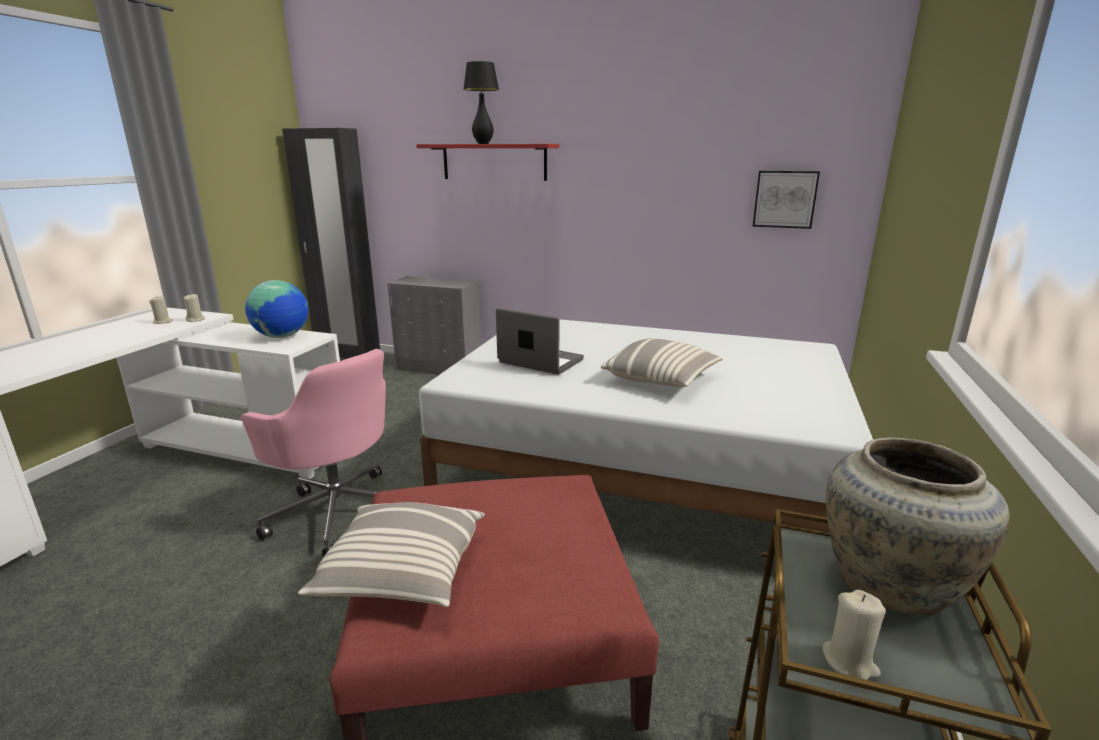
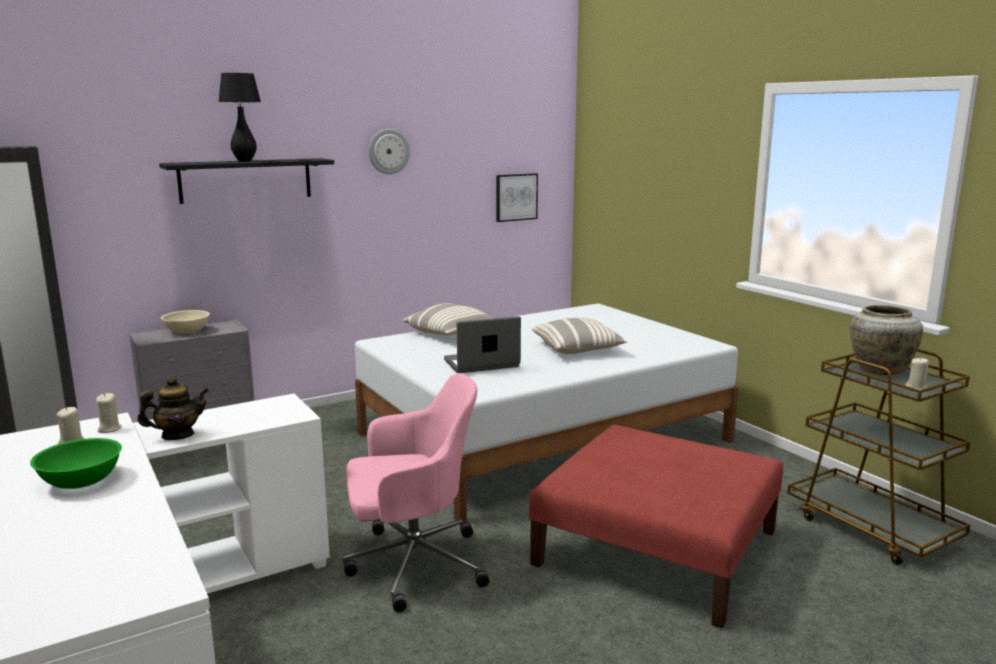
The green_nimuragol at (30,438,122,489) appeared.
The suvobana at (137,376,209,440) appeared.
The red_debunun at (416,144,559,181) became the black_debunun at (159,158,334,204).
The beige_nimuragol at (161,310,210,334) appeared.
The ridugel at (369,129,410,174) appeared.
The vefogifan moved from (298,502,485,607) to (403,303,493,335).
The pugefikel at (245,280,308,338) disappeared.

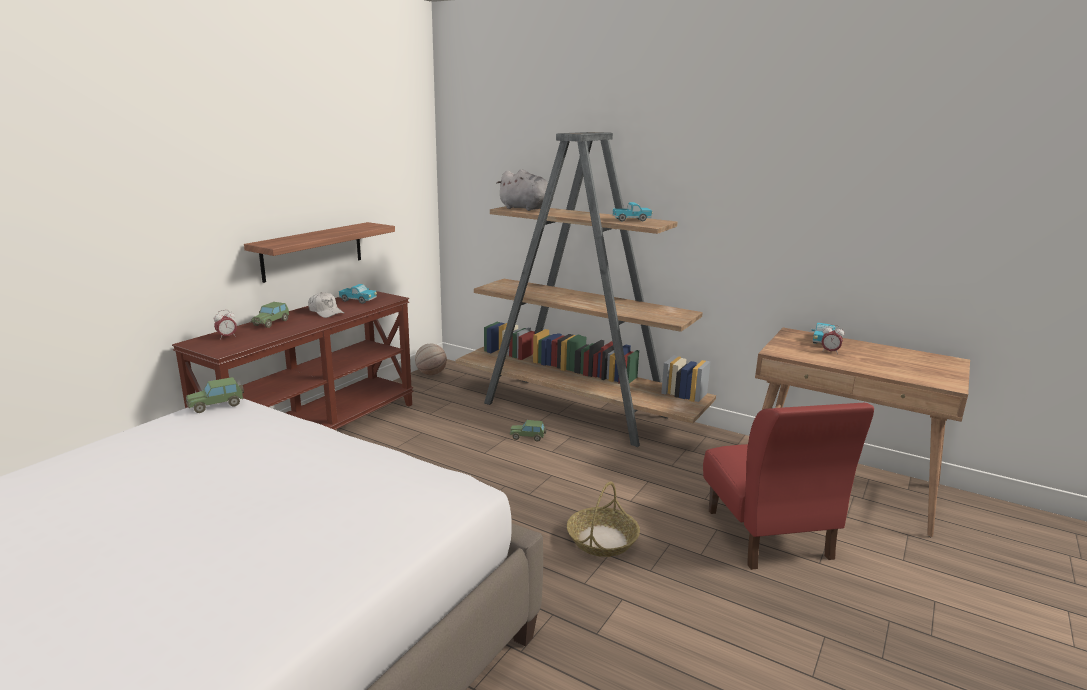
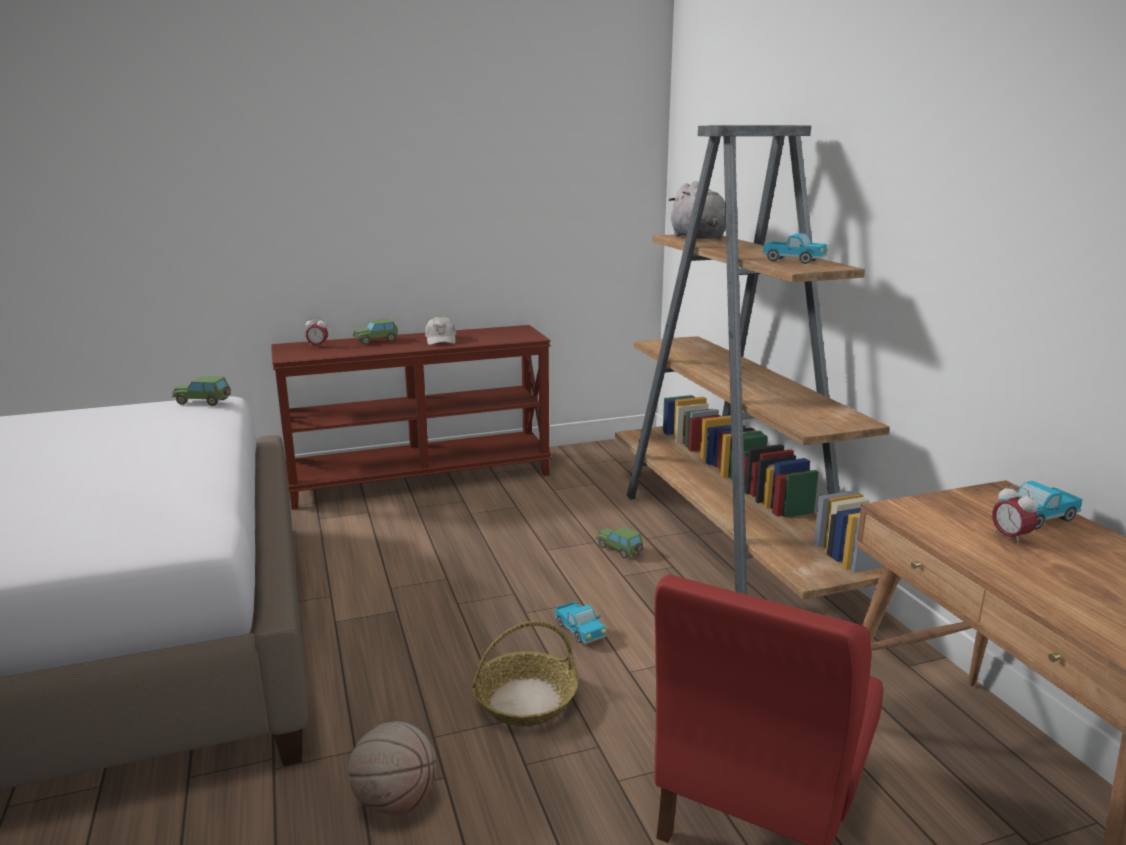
The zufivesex moved from (415,343,447,375) to (348,721,436,815).
The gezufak moved from (339,284,377,304) to (554,601,606,644).
The debunun at (244,222,395,283) disappeared.

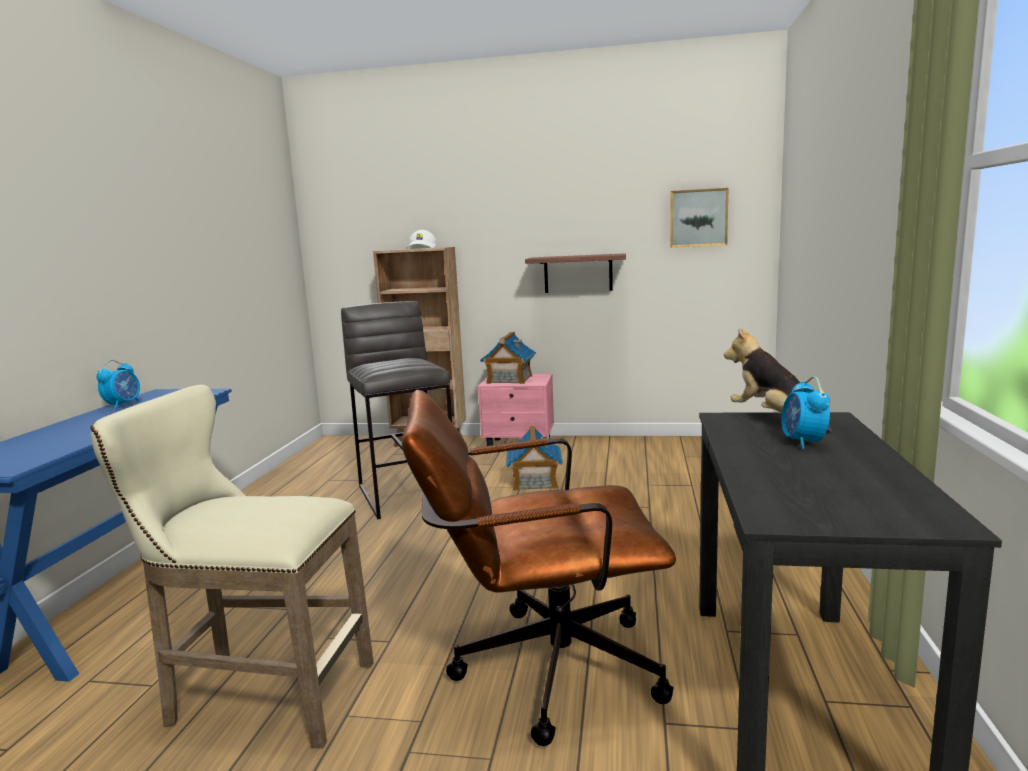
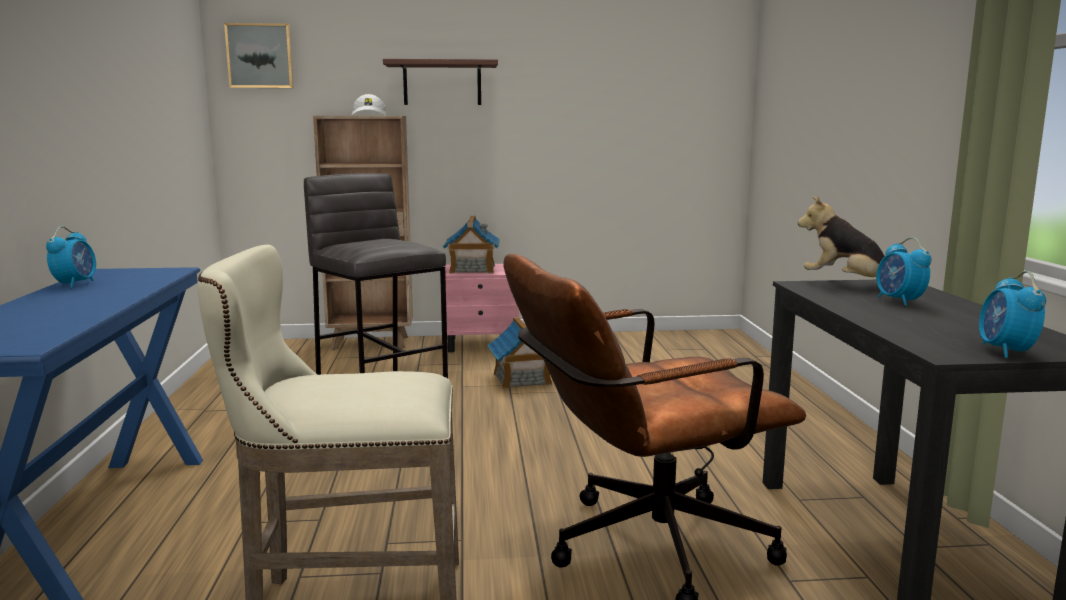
The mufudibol moved from (670,188,728,248) to (224,23,294,88).
The debunun moved from (525,253,626,293) to (383,59,498,105).
The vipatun at (979,271,1046,358) appeared.

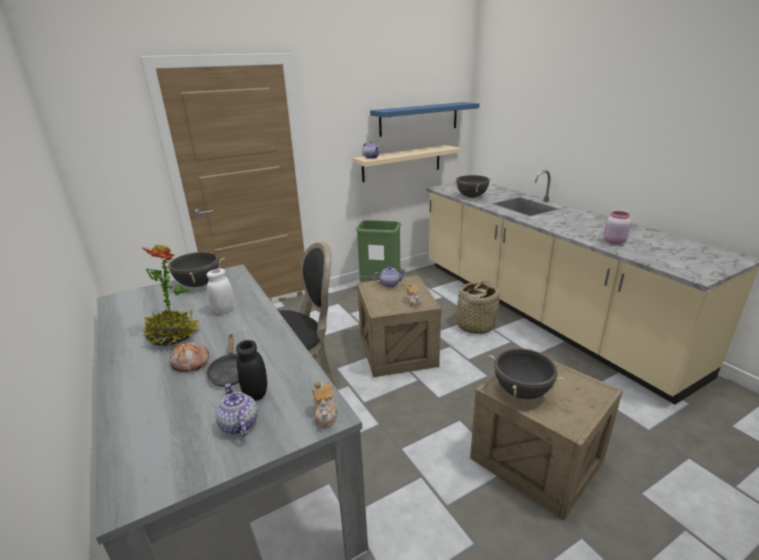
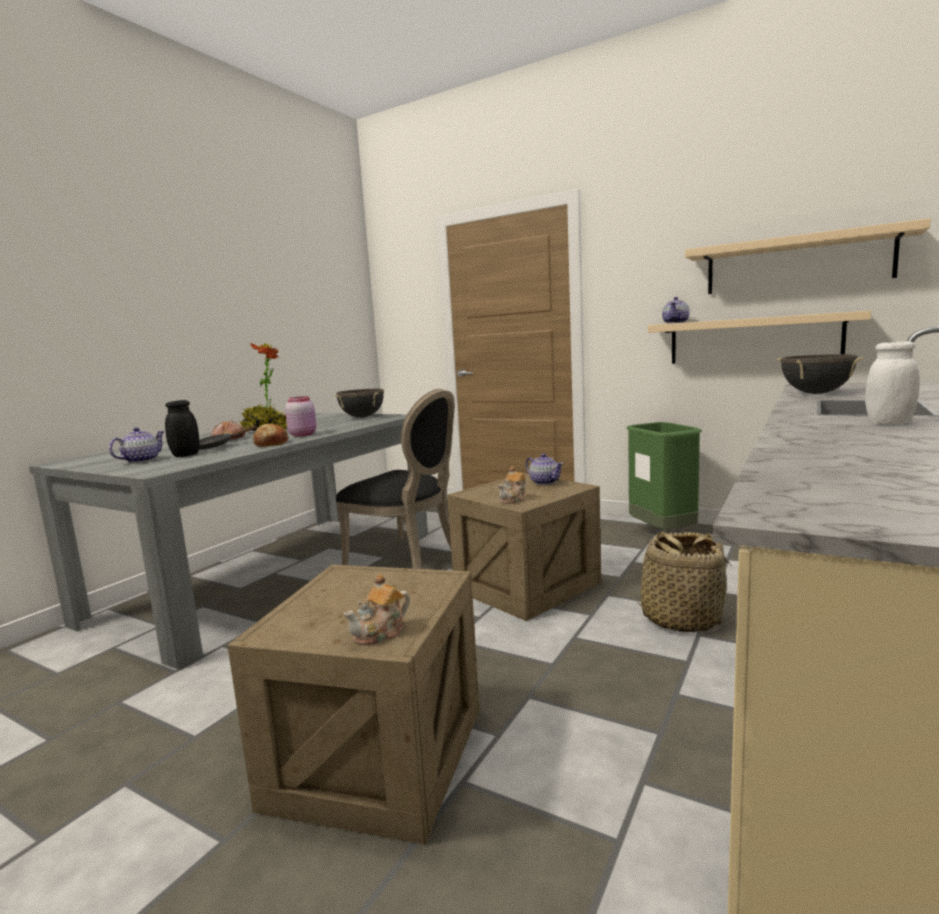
The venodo at (253,424,289,447) appeared.
The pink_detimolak moved from (603,211,631,244) to (285,396,316,437).
The suvobana moved from (312,381,338,428) to (344,574,410,645).
The blue_debunun at (370,102,479,137) became the beige_debunun at (685,218,931,294).
The white_detimolak moved from (207,268,234,314) to (865,341,920,424).
The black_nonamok at (489,348,564,399) disappeared.

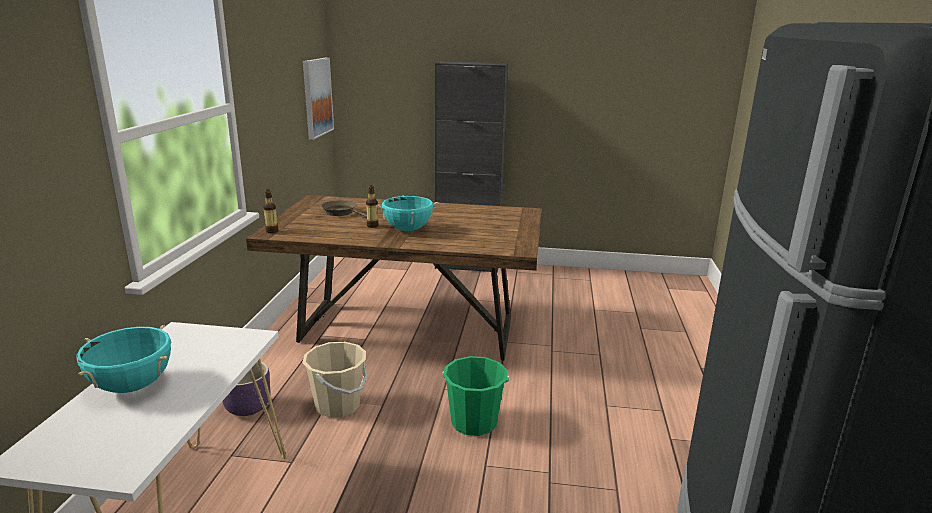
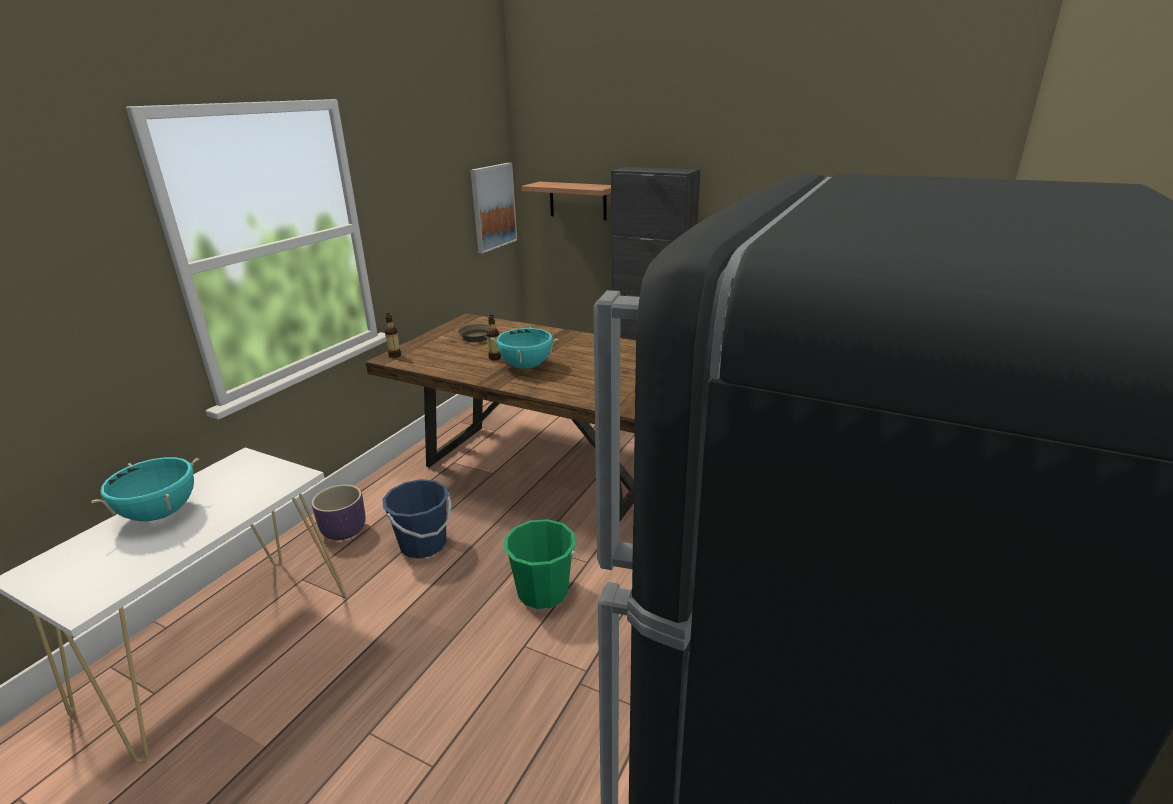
The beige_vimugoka at (302,342,367,418) became the blue_vimugoka at (382,479,451,559).
The debunun at (521,181,611,220) appeared.

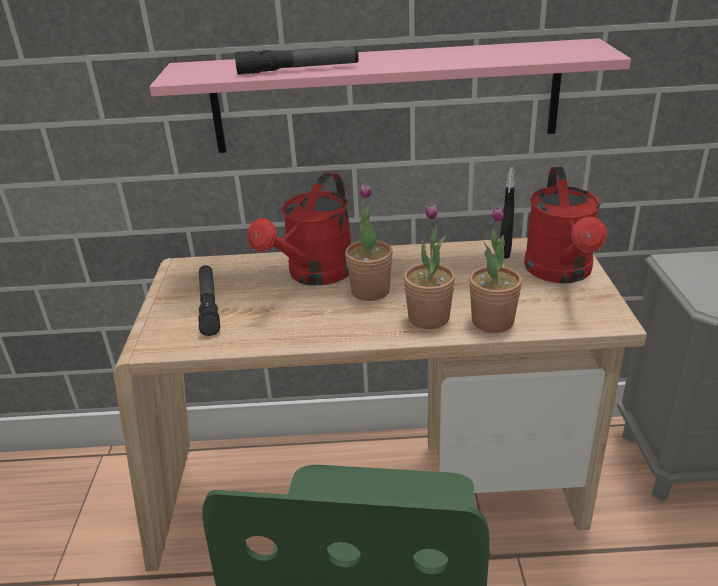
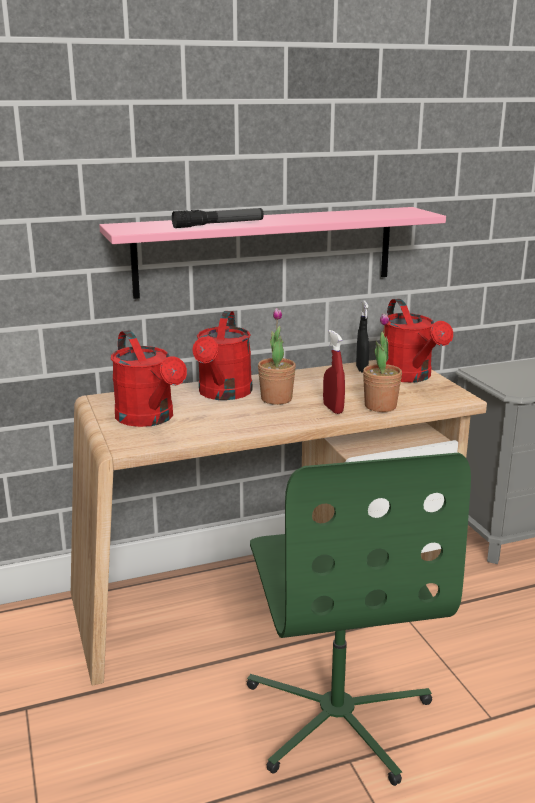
The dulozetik at (198,265,220,336) was replaced by the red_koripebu at (111,330,187,427).
The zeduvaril at (404,203,455,329) was replaced by the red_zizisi at (323,330,345,414).

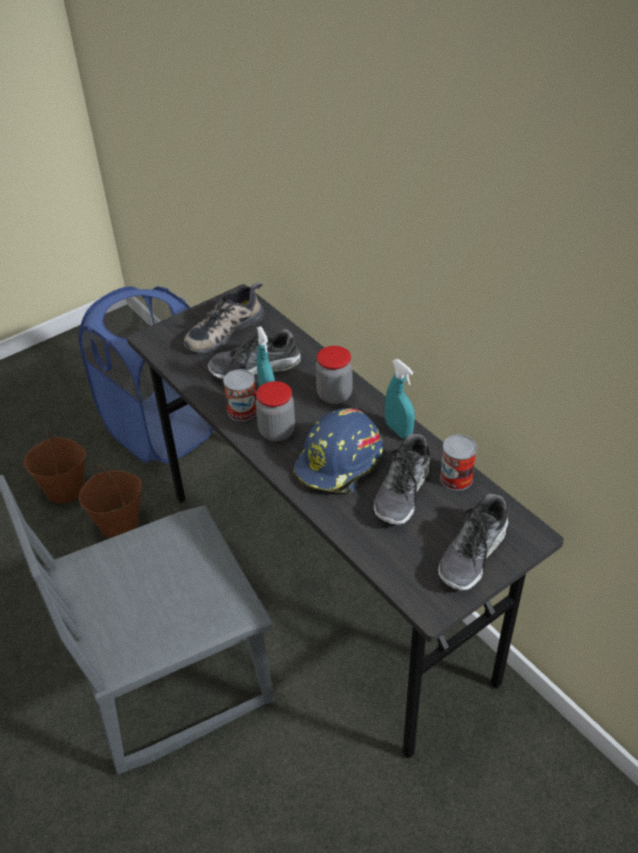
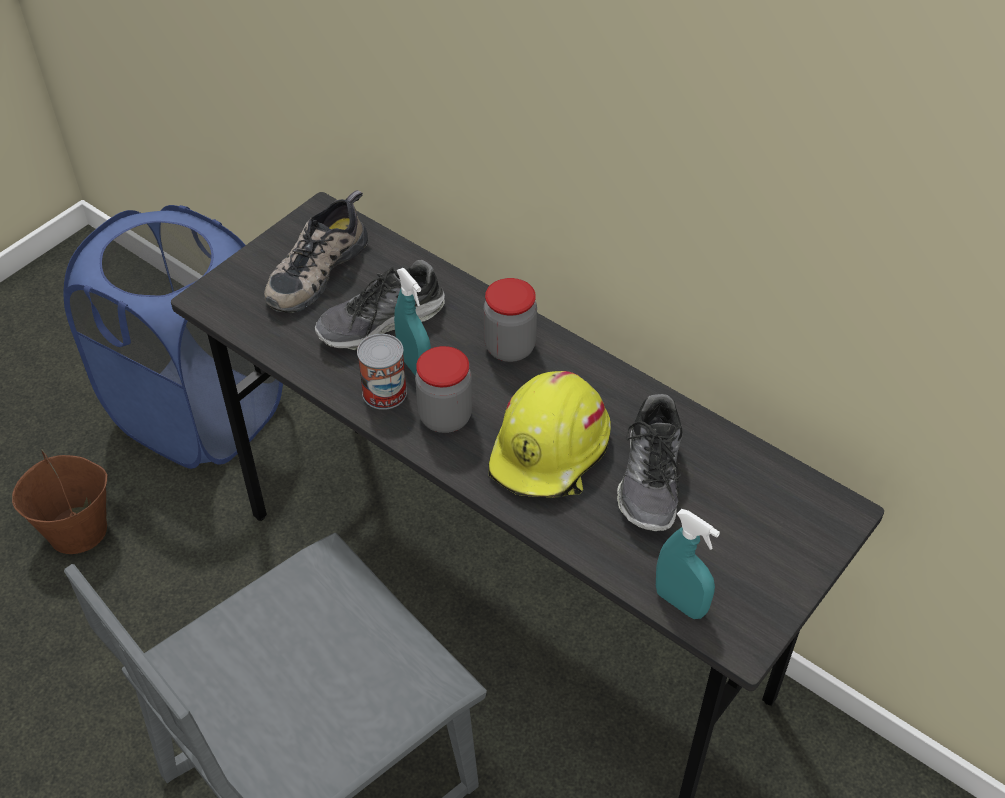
The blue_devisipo at (293,409,383,494) became the yellow_devisipo at (488,371,611,497).
The turquoise_zizisi moved from (385,359,415,439) to (656,509,720,619).
The brown_vimugoka at (79,465,142,538) disappeared.
The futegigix at (438,494,508,591) disappeared.
The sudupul at (440,435,477,491) disappeared.

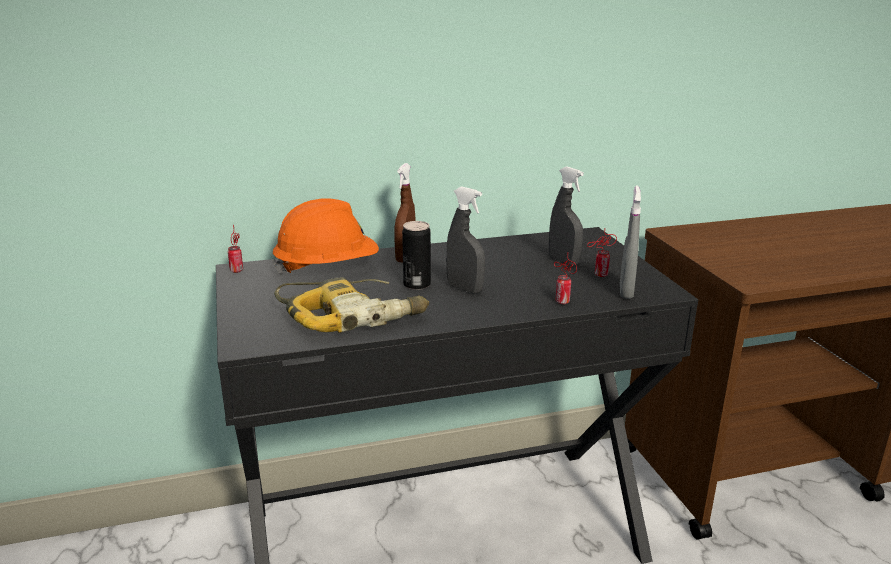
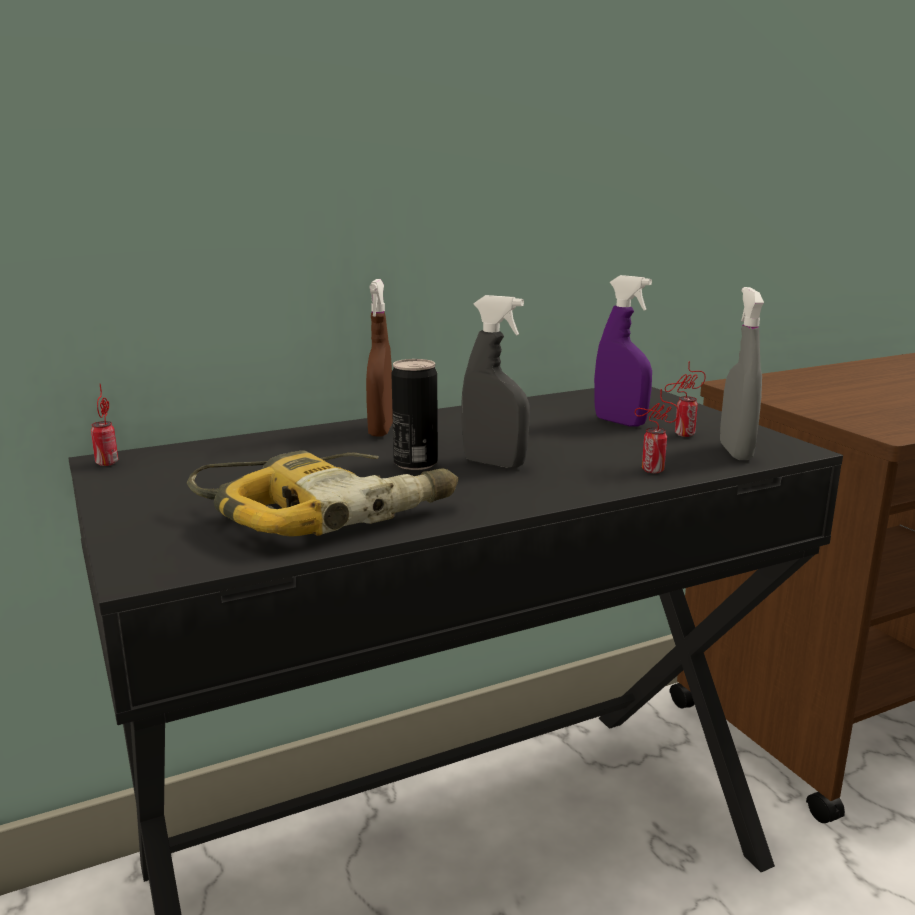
The grey_zizisi at (549,166,584,266) became the purple_zizisi at (594,275,652,427).
The orange_devisipo at (272,198,379,275) disappeared.

